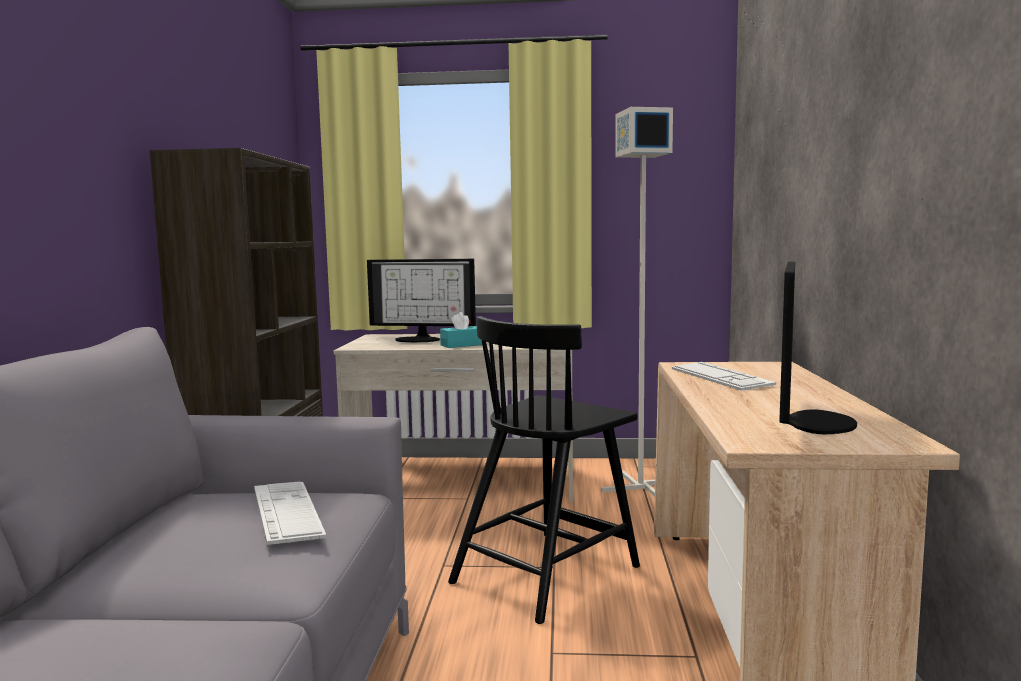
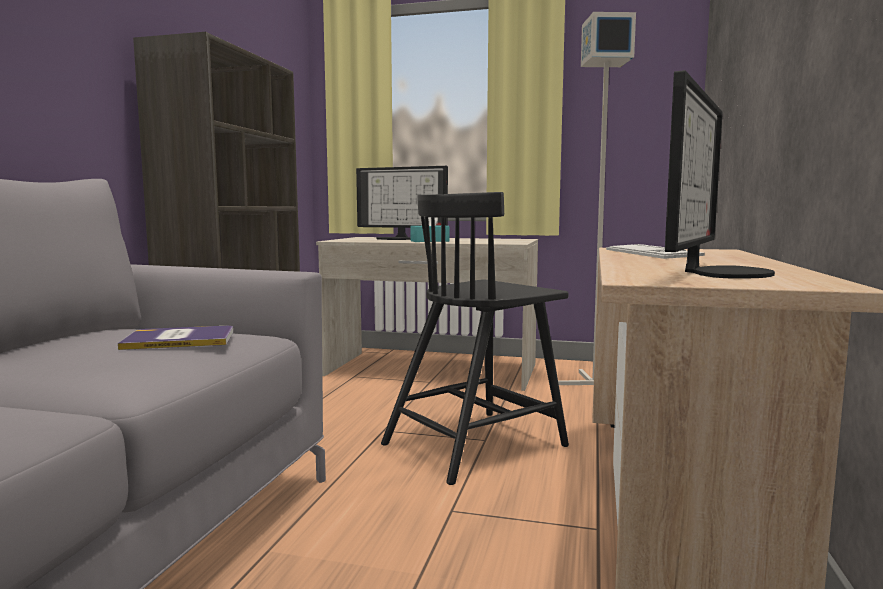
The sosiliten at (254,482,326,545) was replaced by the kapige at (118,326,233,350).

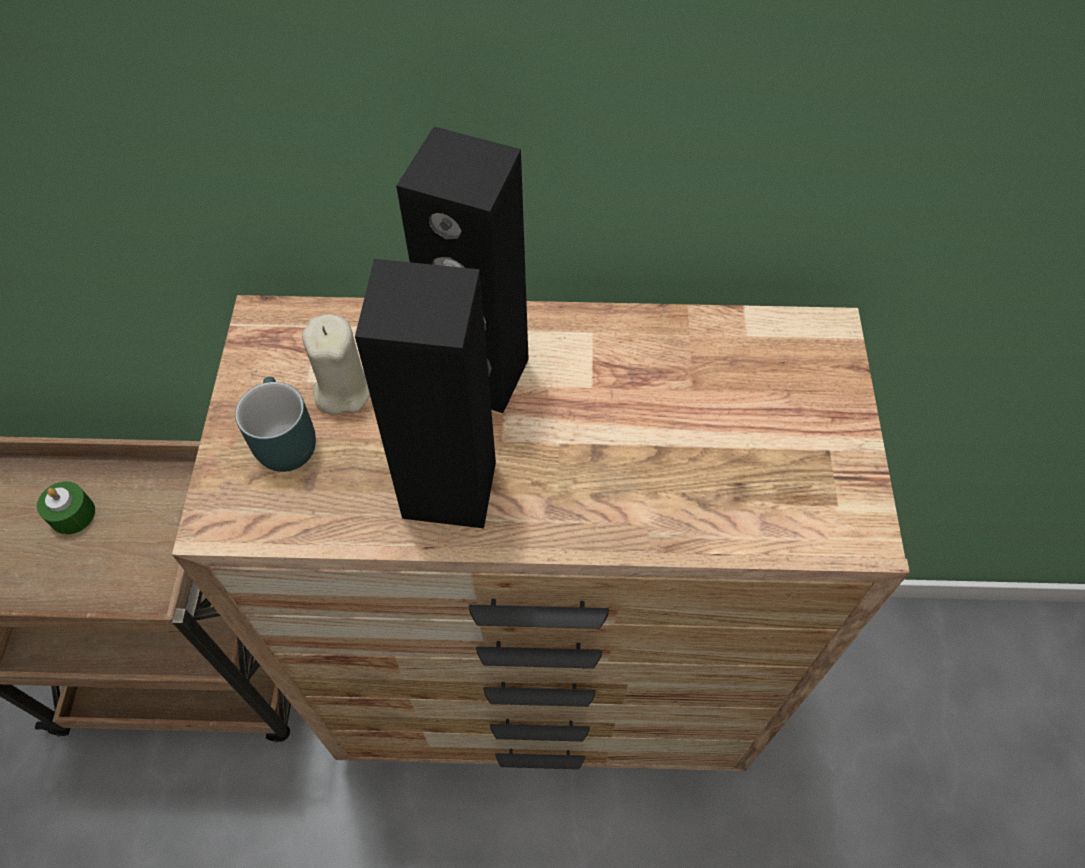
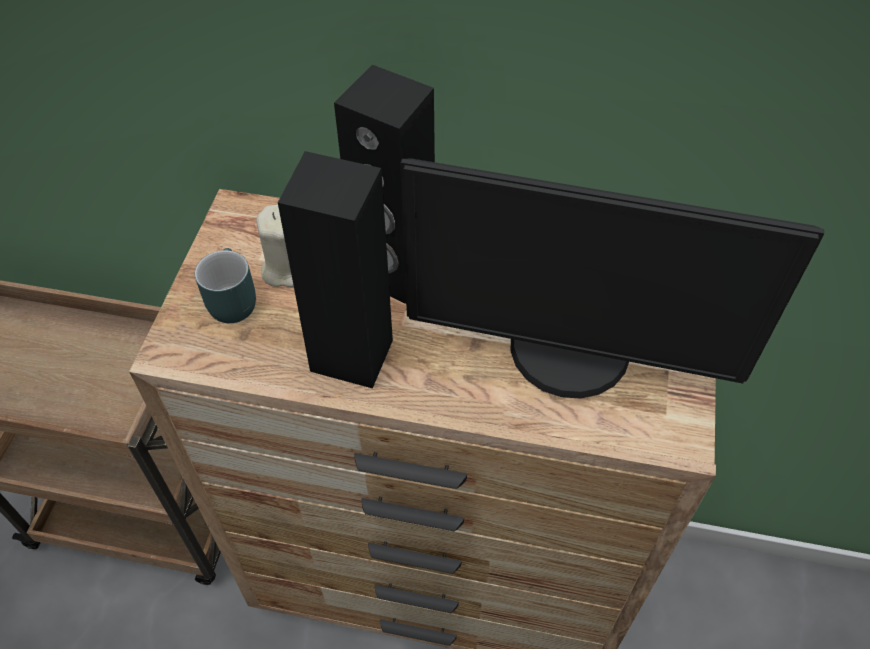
The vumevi at (400,159,824,399) appeared.
The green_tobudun at (37,481,95,535) disappeared.

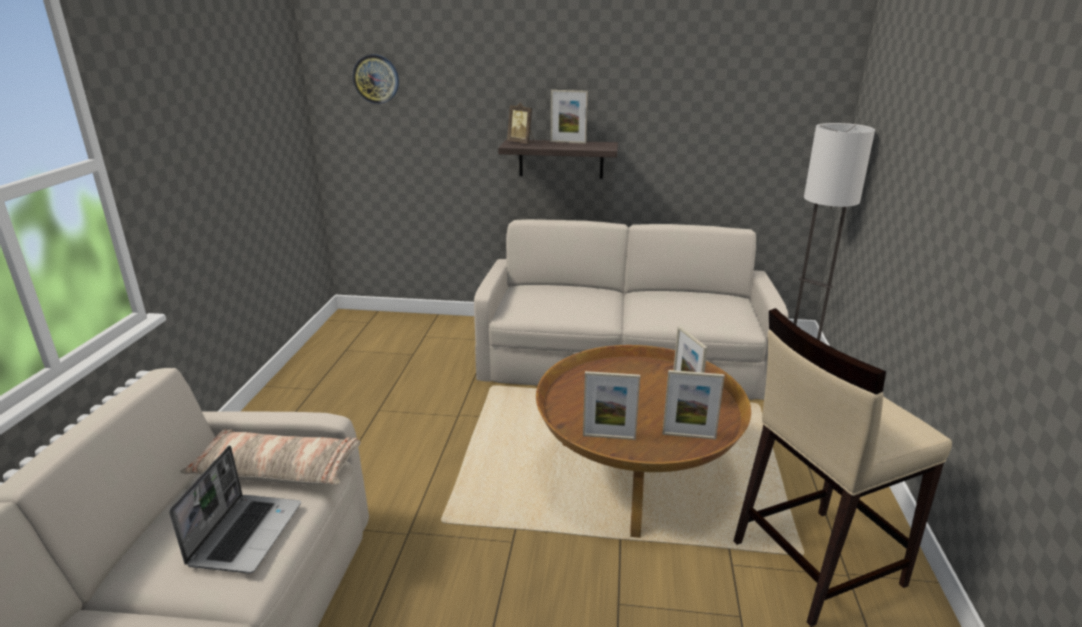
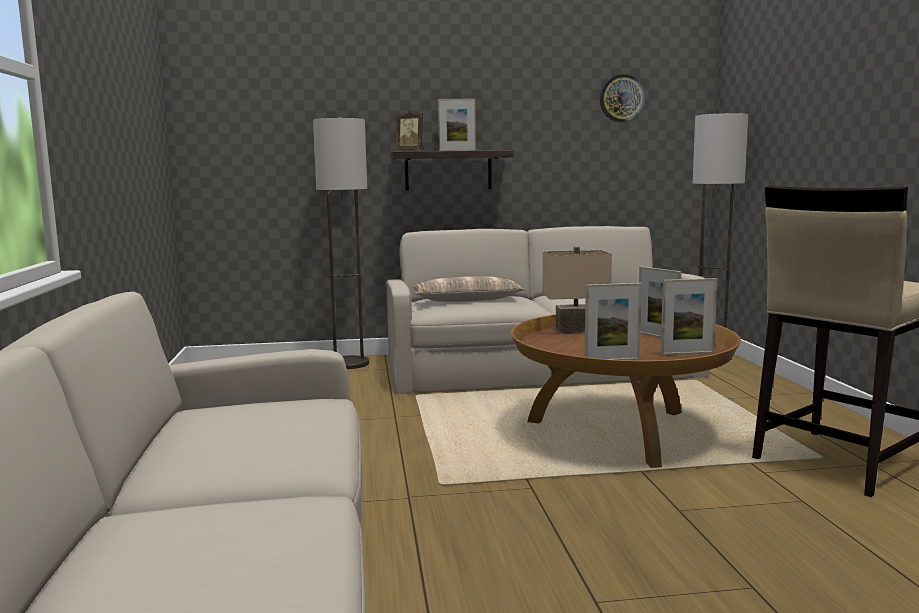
The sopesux at (313,118,369,369) appeared.
The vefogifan moved from (181,429,361,485) to (412,276,525,302).
The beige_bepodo at (543,246,612,334) appeared.
The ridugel moved from (353,55,399,104) to (600,74,646,122).
The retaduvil at (169,445,301,573) disappeared.

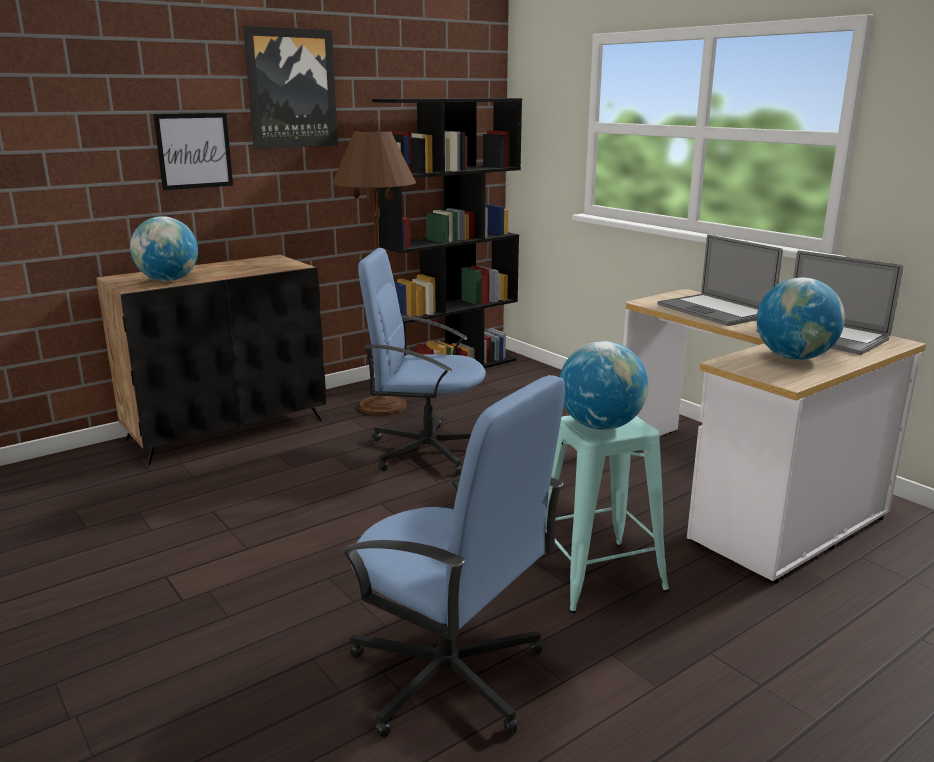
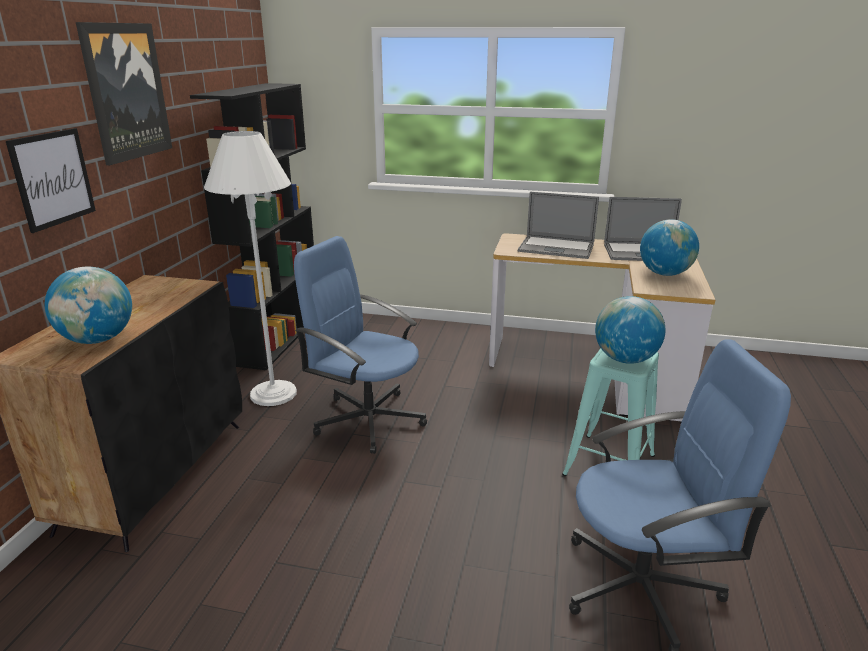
The brown_sopesux at (332,131,416,416) became the white_sopesux at (204,131,297,406).
The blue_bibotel at (358,248,486,475) turned 60 degrees clockwise.

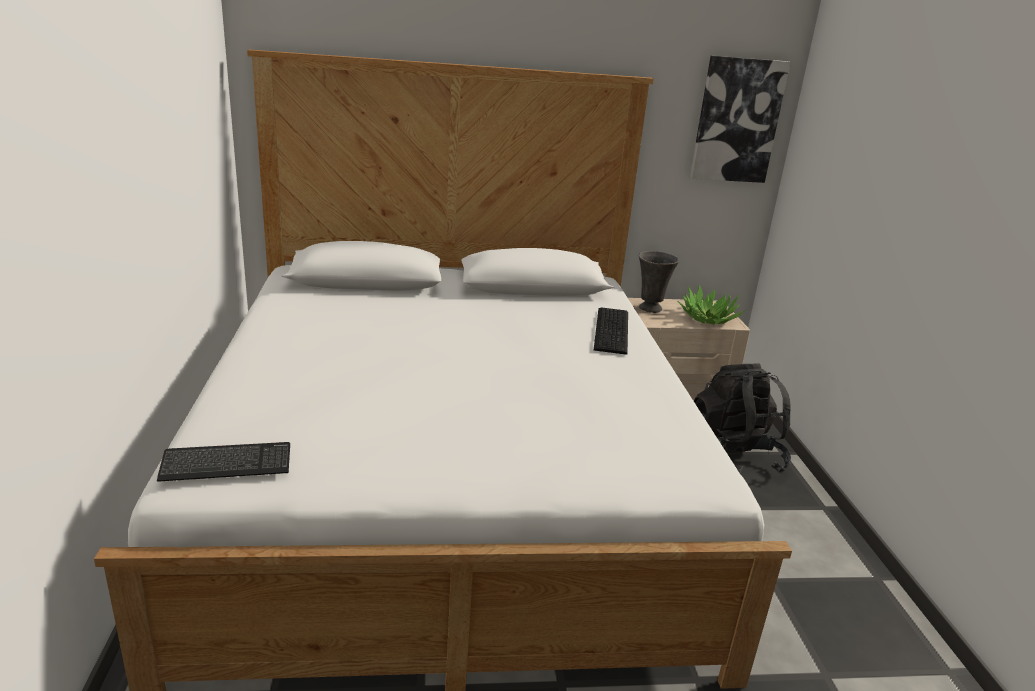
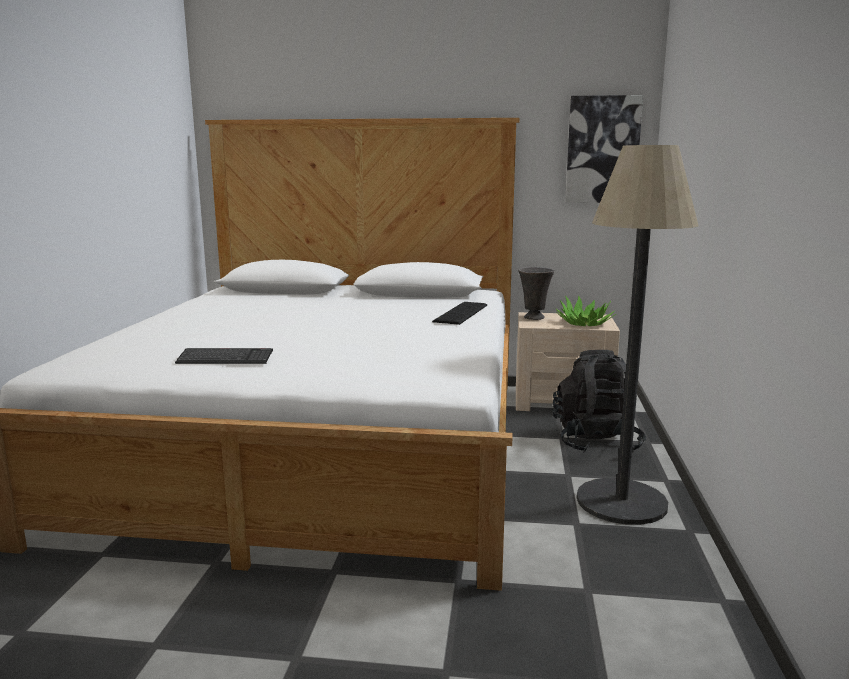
The sosiliten moved from (157,442,290,482) to (175,348,273,364).
The sopesux at (577,145,698,525) appeared.

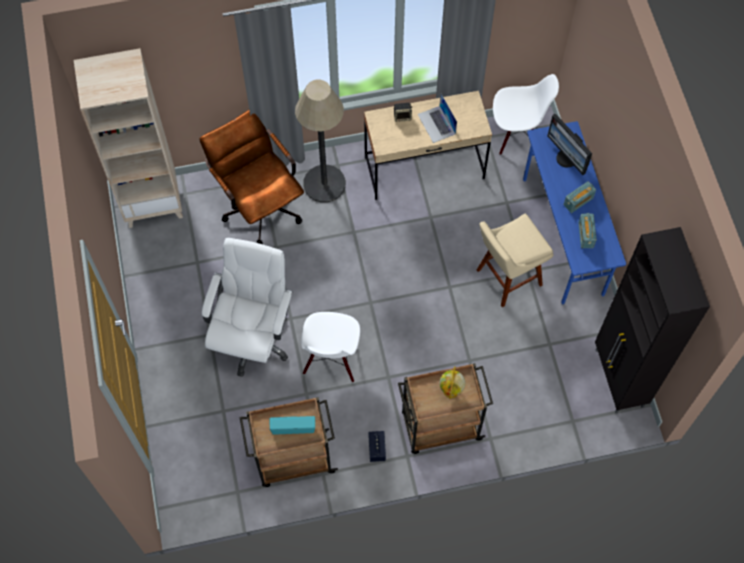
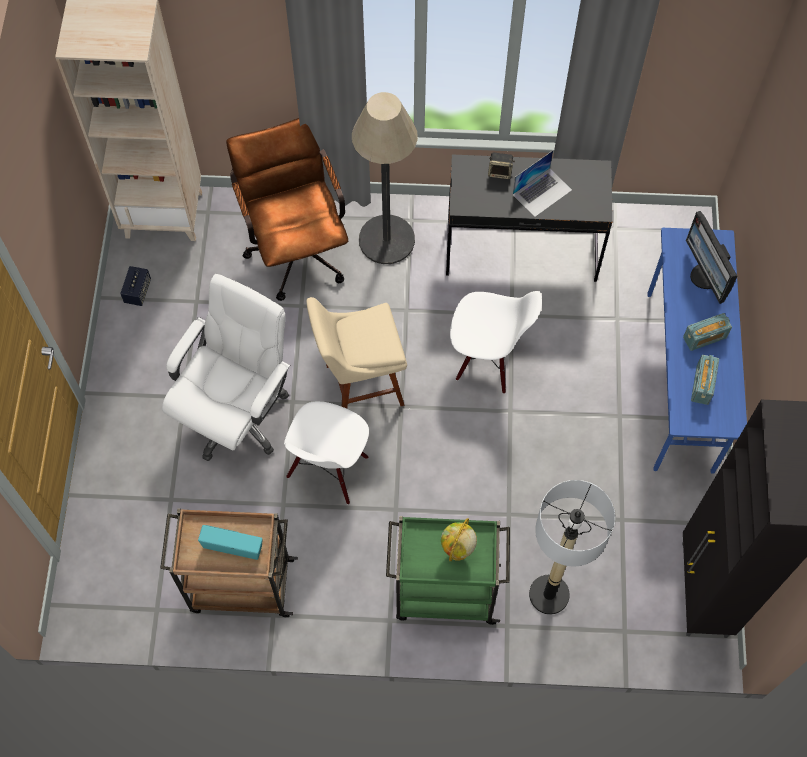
The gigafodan moved from (369,431,386,462) to (120,266,151,306).
The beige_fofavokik moved from (477,213,554,307) to (306,297,407,409).
The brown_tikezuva at (398,363,493,454) became the green_tikezuva at (386,516,510,625).
The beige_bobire at (364,91,492,200) became the black_bobire at (446,154,613,282).
The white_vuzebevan moved from (493,74,559,155) to (450,291,542,394).
The retaduvil at (418,94,457,143) turned 120 degrees counterclockwise.
The sopesux at (529,480,615,615) appeared.

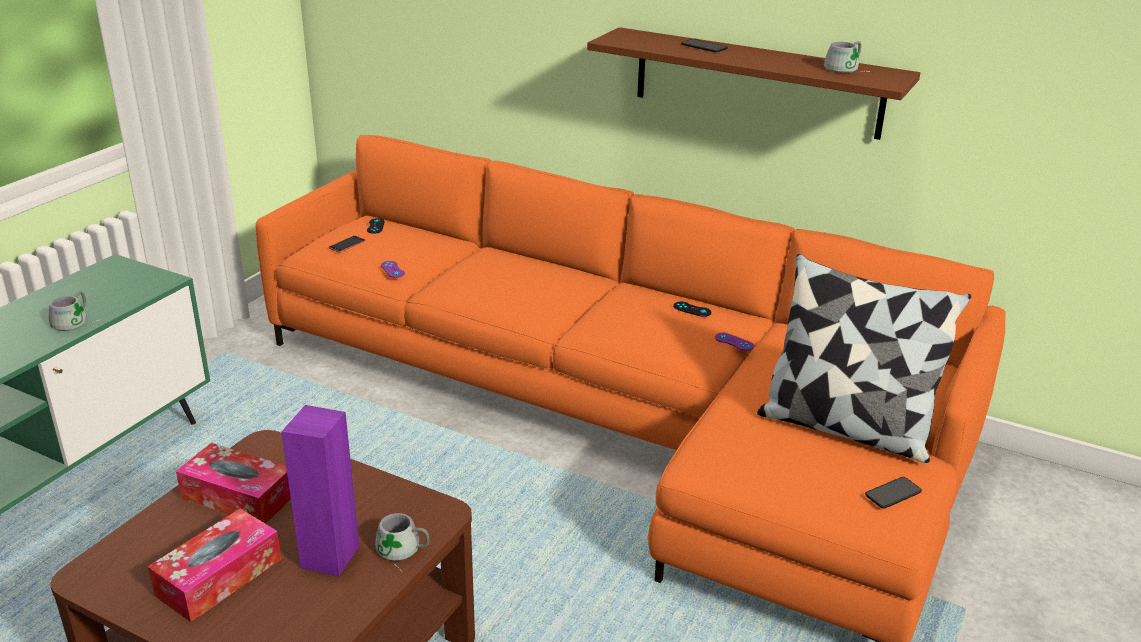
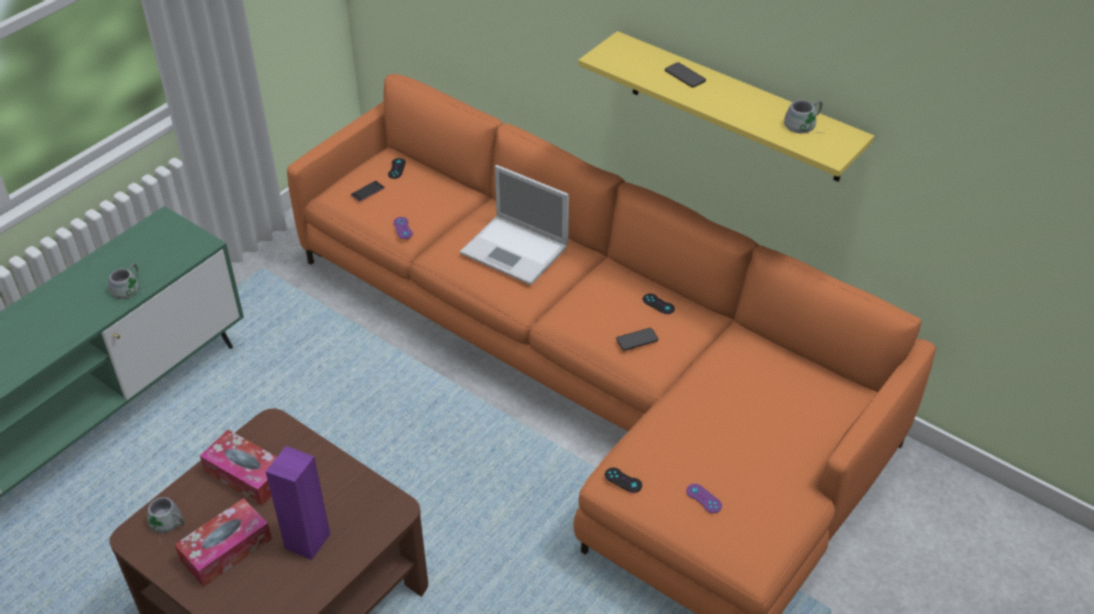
The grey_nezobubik moved from (375,513,429,572) to (147,497,184,541).
The retaduvil at (460,165,569,285) appeared.
The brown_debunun at (587,27,920,140) became the yellow_debunun at (578,31,874,182).
The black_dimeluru at (605,467,642,493) appeared.
The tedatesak moved from (865,477,922,508) to (616,328,658,351).
The purple_dimeluru moved from (715,333,754,351) to (686,484,722,513).
The vefogifan at (757,254,971,463) disappeared.

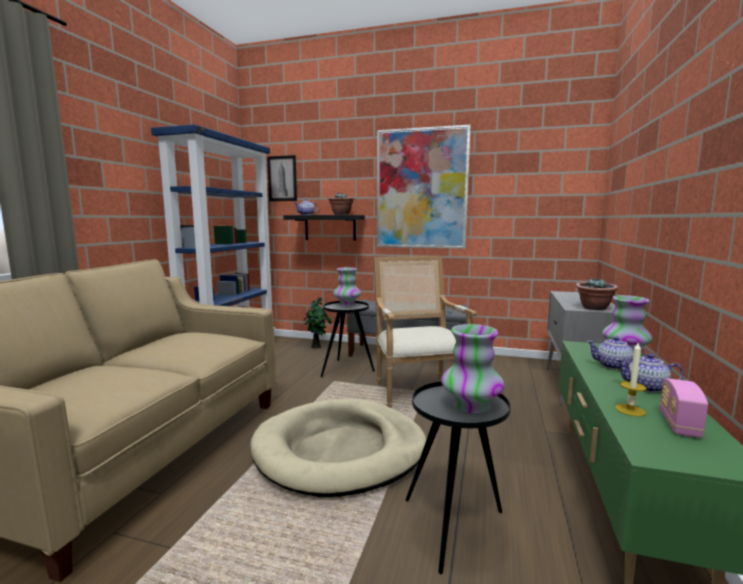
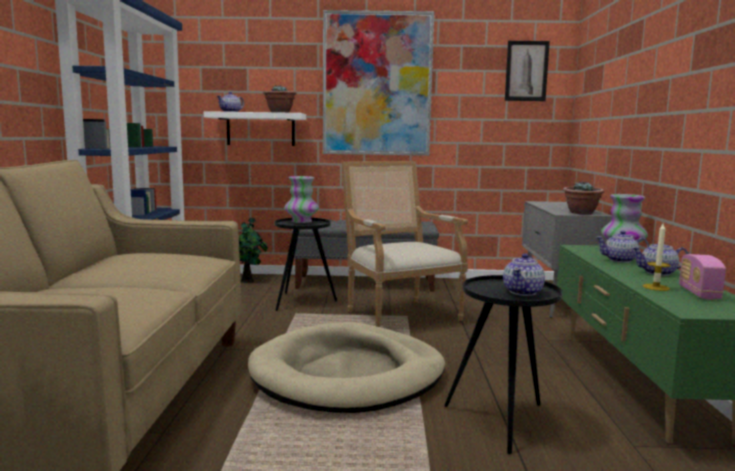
The black_debunun at (283,215,365,241) became the white_debunun at (204,111,306,146).
The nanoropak at (441,324,504,413) was replaced by the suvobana at (503,253,545,296).
The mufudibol moved from (267,155,297,201) to (505,41,550,101).

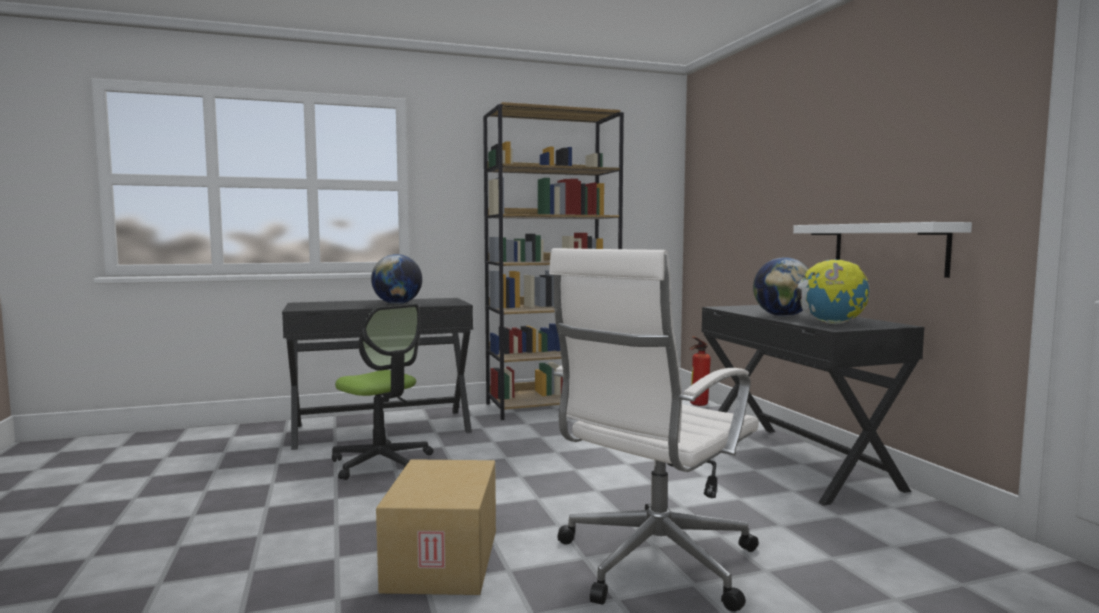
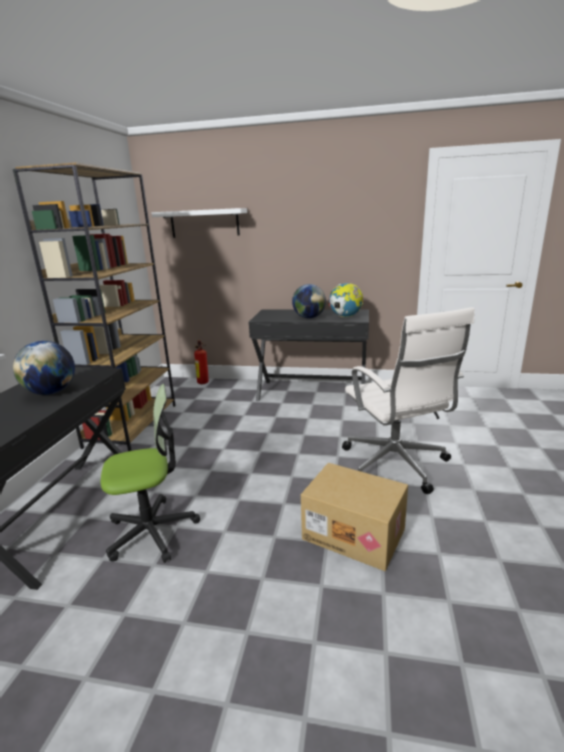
The white_debunun moved from (793,222,972,278) to (151,208,247,238).

